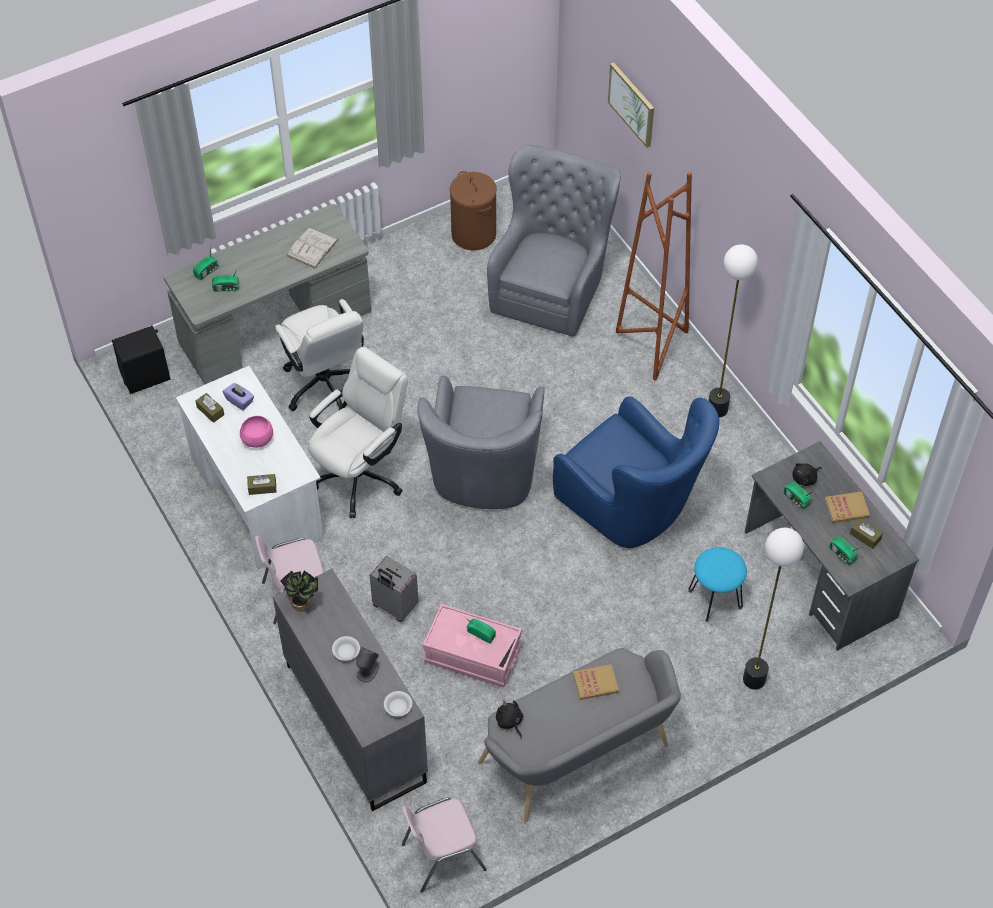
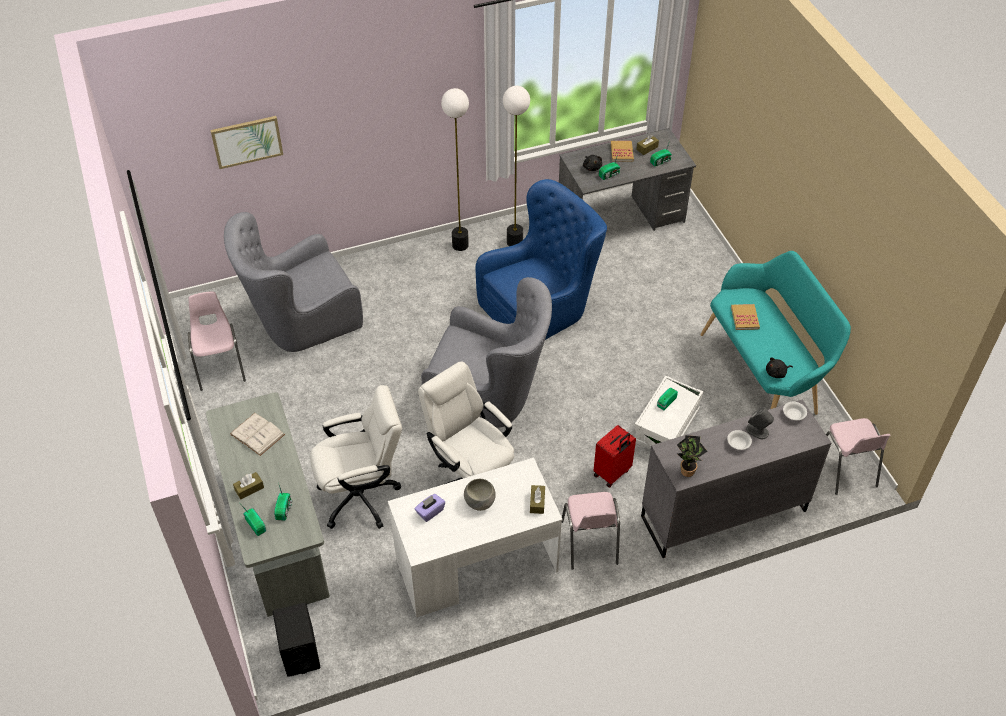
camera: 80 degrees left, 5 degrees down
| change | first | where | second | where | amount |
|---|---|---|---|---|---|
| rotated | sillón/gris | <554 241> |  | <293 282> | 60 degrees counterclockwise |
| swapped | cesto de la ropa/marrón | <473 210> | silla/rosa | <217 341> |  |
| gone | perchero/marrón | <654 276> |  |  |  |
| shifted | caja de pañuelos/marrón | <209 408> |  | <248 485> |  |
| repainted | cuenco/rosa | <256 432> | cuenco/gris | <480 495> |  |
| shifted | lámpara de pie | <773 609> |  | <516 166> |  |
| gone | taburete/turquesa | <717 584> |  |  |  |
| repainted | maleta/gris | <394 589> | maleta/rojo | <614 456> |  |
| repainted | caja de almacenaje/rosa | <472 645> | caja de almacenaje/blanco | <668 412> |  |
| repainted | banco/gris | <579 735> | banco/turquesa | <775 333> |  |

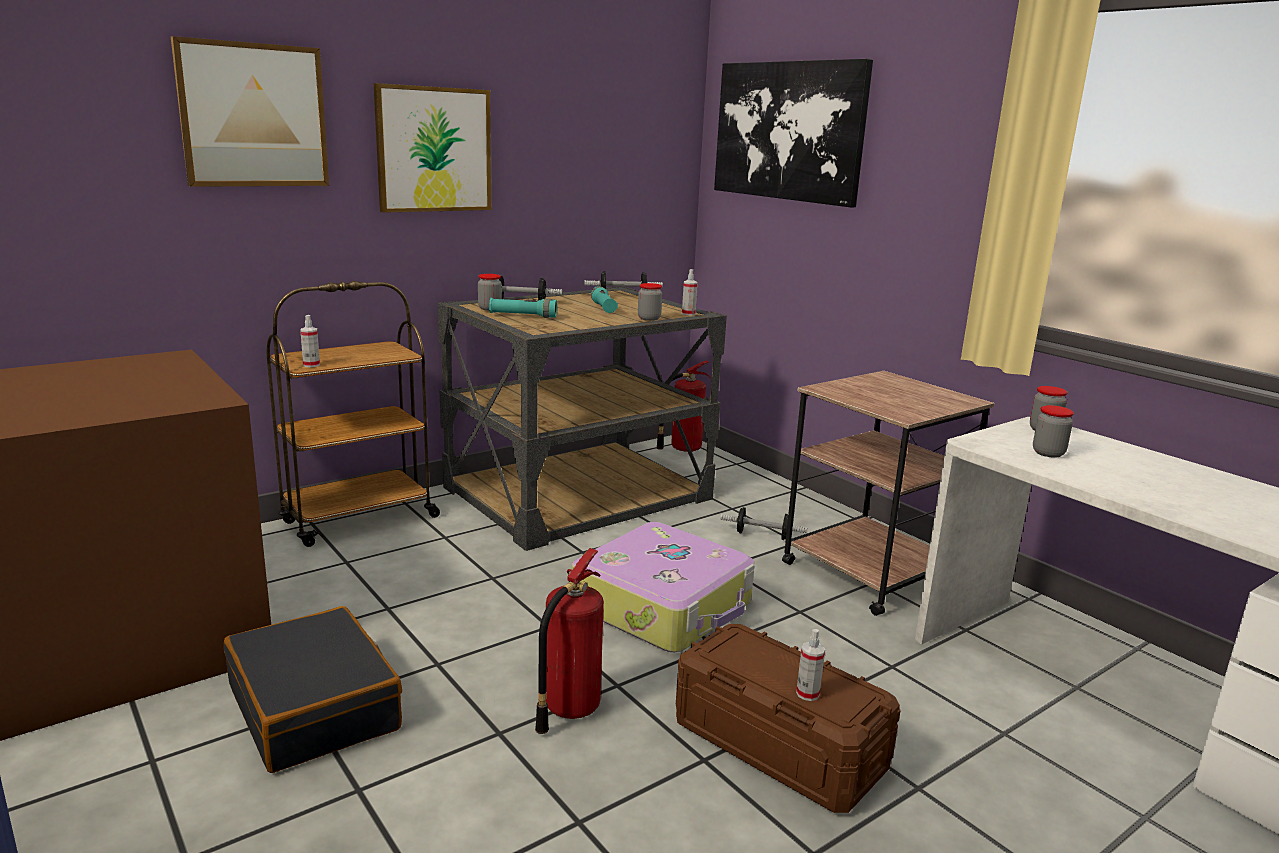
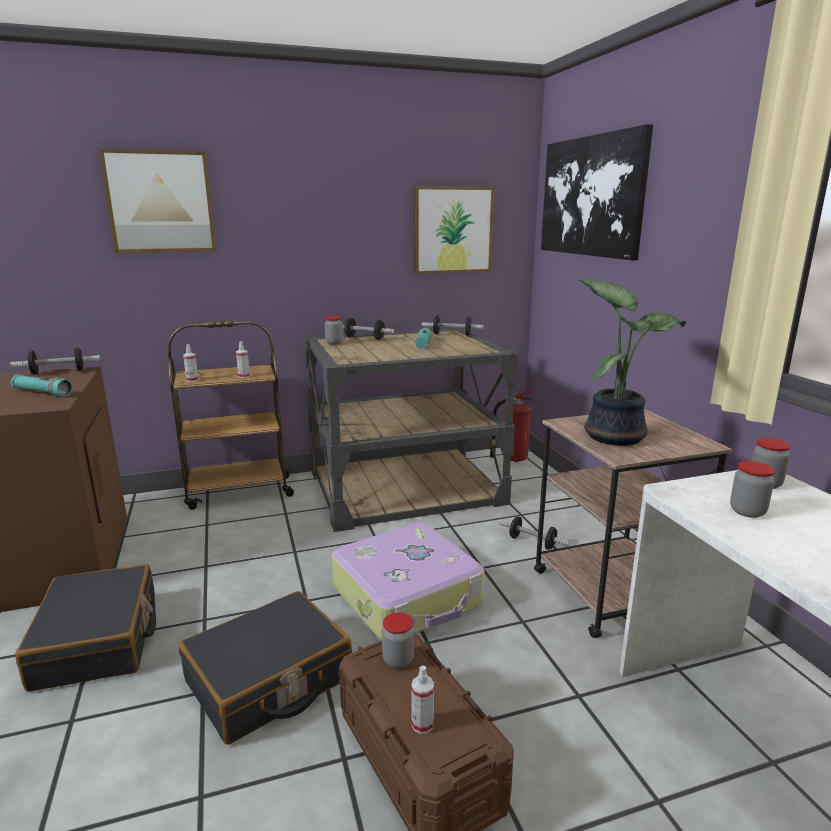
camera: 20 degrees right, 0 degrees up
| change | first | where | second | where | amount |
|---|---|---|---|---|---|
| shifted | cuadro | <432 148> |  | <454 230> |  |
| shifted | pulverizador | <690 292> |  | <243 359> |  |
| shifted | tarro | <650 302> |  | <398 640> |  |
| shifted | linterna/turquesa | <523 308> |  | <41 385> |  |
| swapped | extintor | <569 641> | maleta/negro | <265 667> |  |
| new |  |  | planta en maceta | <632 362> |  |
| new |  |  | mancuerna | <55 361> |  |

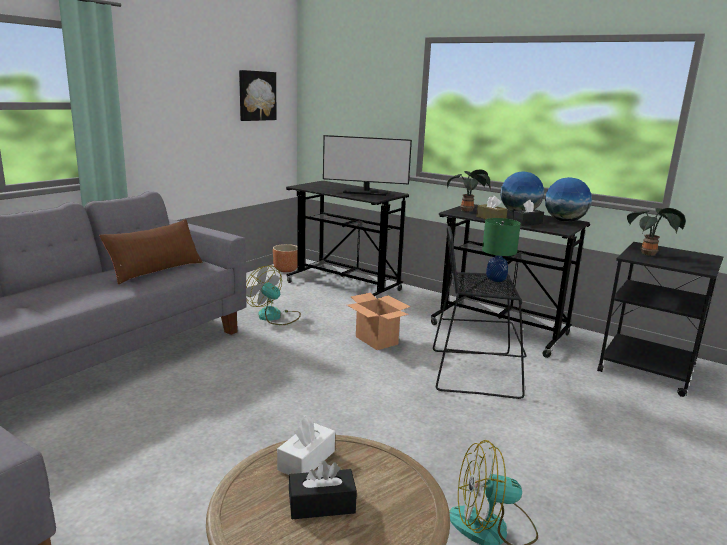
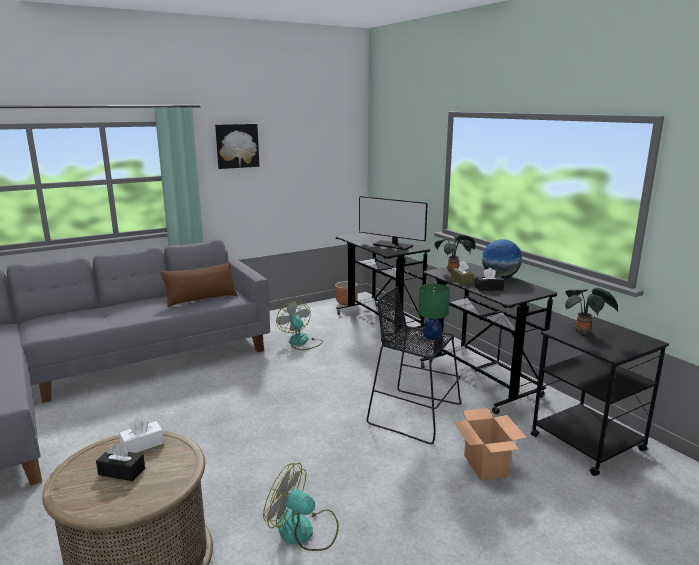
camera: 25 degrees right, 0 degrees up
| change | first | where | second | where | amount |
|---|---|---|---|---|---|
| shifted | cuadro | <257 95> |  | <237 146> |  |
| gone | globo terráqueo | <568 199> |  |  |  |
| shifted | caja de cartón | <379 321> |  | <490 444> |  |

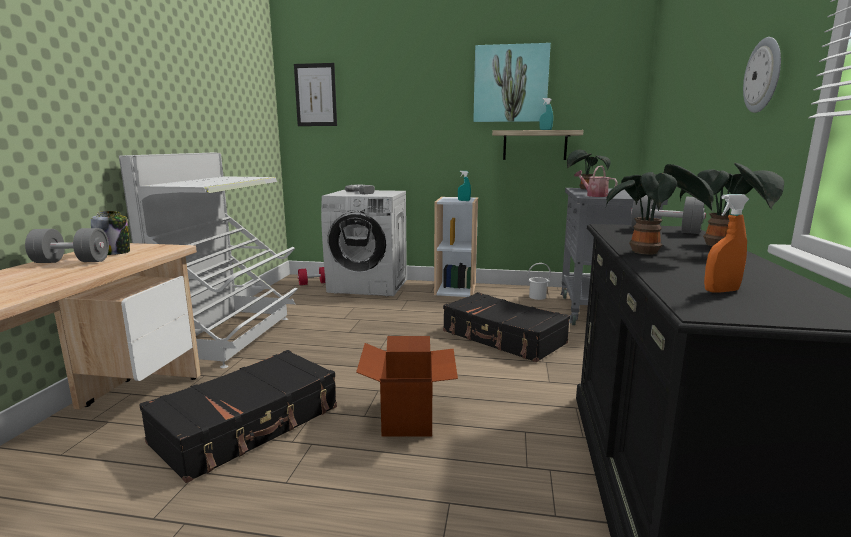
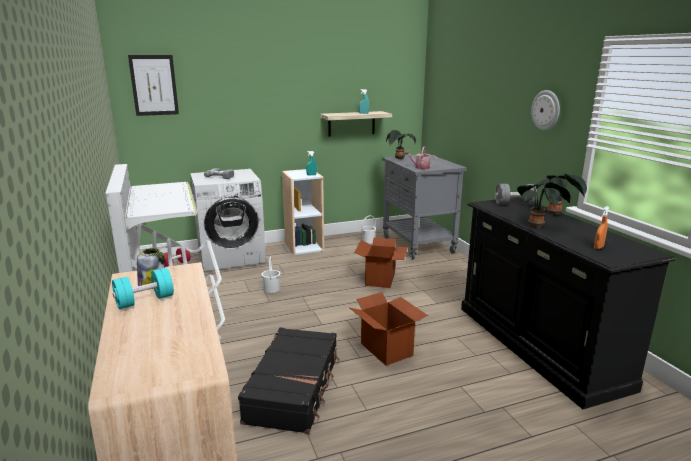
camera: 30 degrees left, 5 degrees up
| change | first | where | second | where | amount |
|---|---|---|---|---|---|
| gone | cuadro | <512 82> |  |  |  |
| repainted | mancuerna/gris | <67 245> | mancuerna/turquesa | <143 288> |  |
| swapped | maleta/negro | <506 327> | caja de cartón | <381 263> |  |
| new |  |  | cubo/blanco | <270 275> |  |

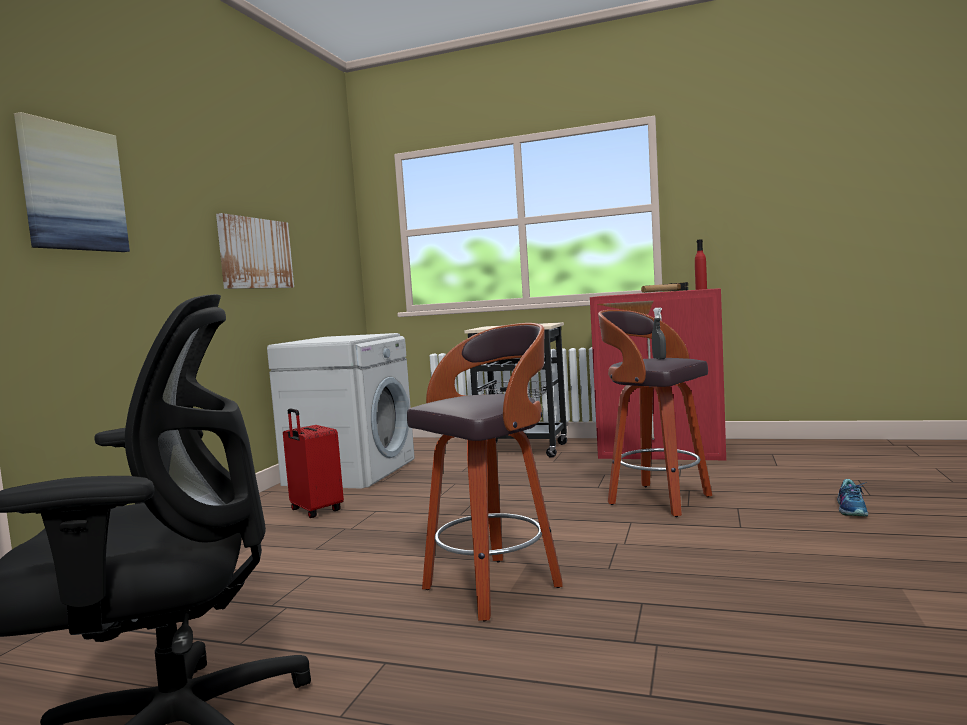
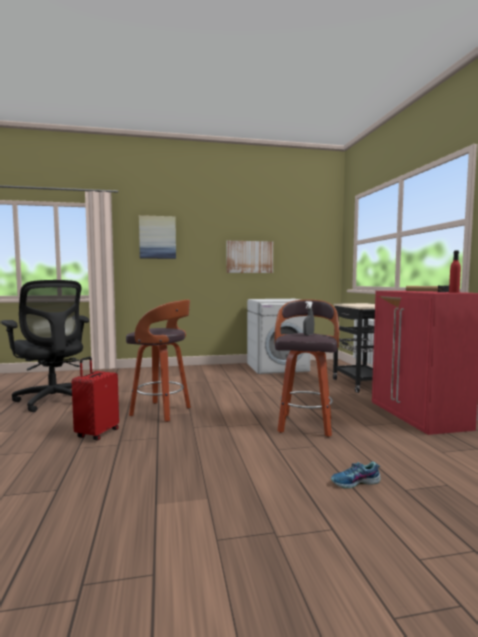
camera: 60 degrees right, 0 degrees up
| change | first | where | second | where | amount |
|---|---|---|---|---|---|
| shifted | maleta/rojo | <313 463> |  | <95 398> |  |

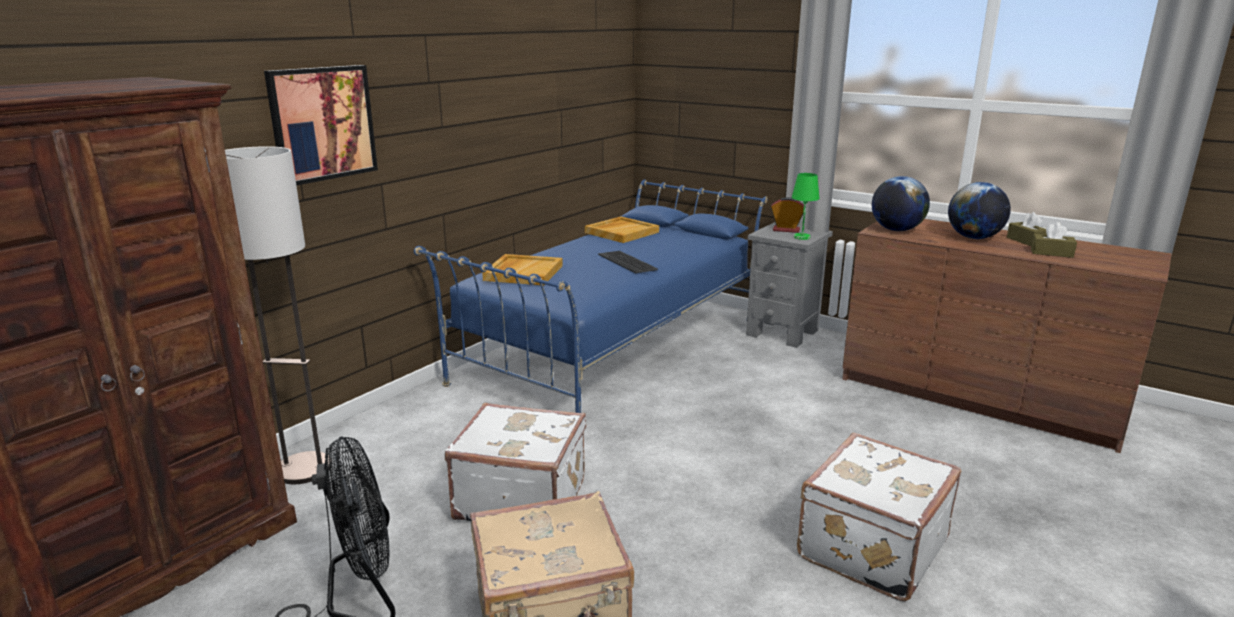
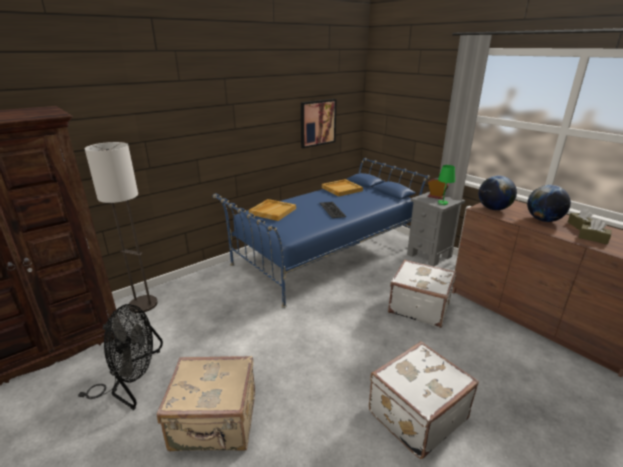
camera: 15 degrees right, 5 degrees up
| change | first | where | second | where | amount |
|---|---|---|---|---|---|
| shifted | cuadro | <321 125> |  | <319 123> |  |
| shifted | maleta/blanco | <515 462> |  | <422 294> |  |

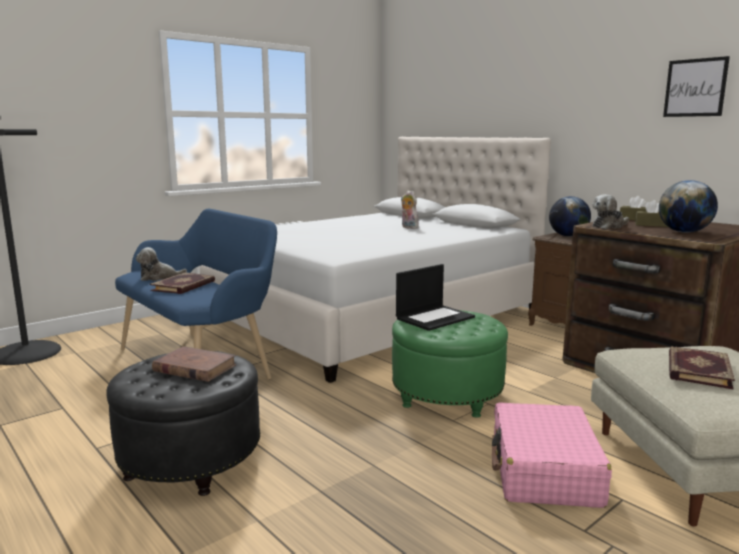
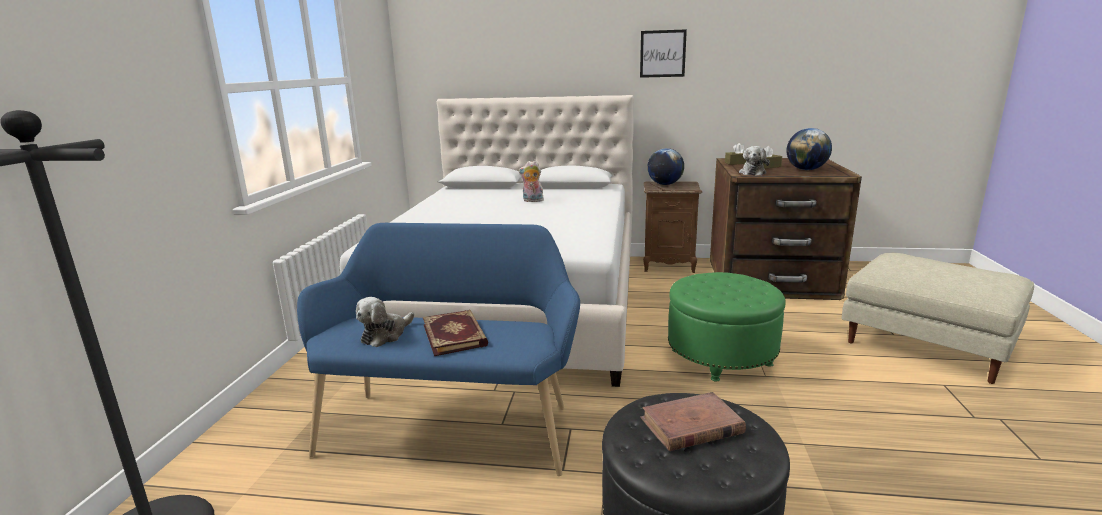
camera: 40 degrees left, 5 degrees up
| change | first | where | second | where | amount |
|---|---|---|---|---|---|
| shifted | cuadro | <696 86> |  | <663 53> |  |
| gone | portátil | <435 297> |  |  |  |
| gone | libro | <702 367> |  |  |  |
| gone | maleta/rosa | <552 455> |  |  |  |

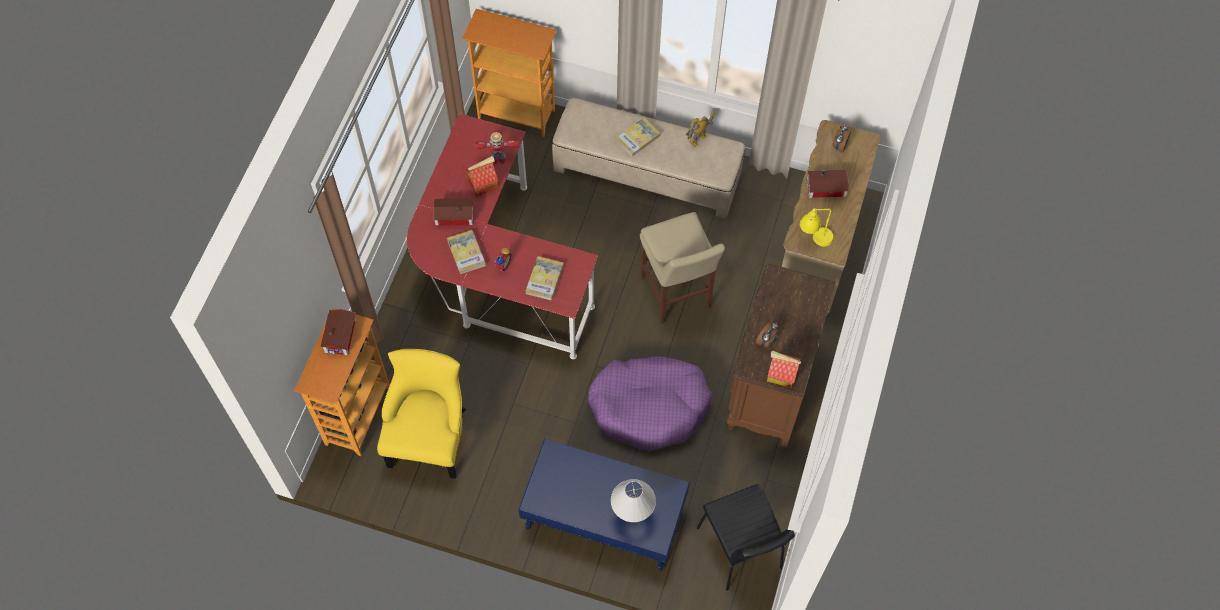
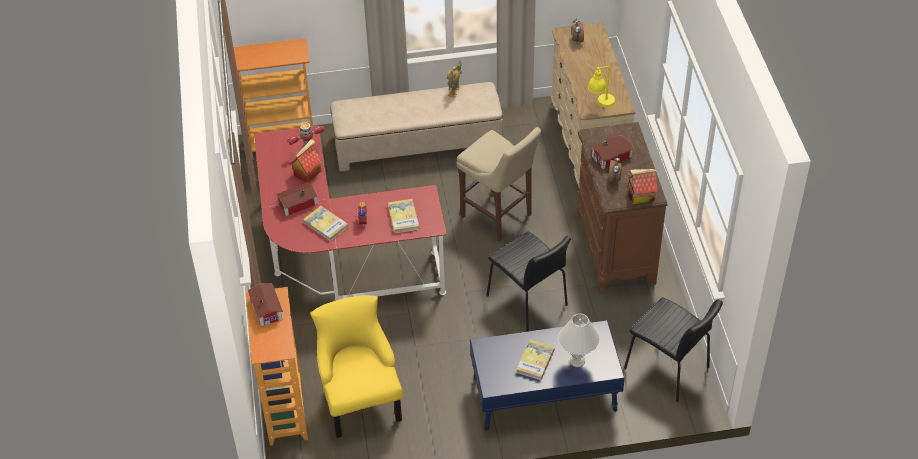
camera: 25 degrees left, 15 degrees down
| change | first | where | second | where | amount |
|---|---|---|---|---|---|
| shifted | libro | <638 137> |  | <535 360> |  |
| shifted | casita | <828 184> |  | <612 152> |  |
| swapped | cama para perro/morado | <650 403> | silla/negro | <528 281> |  |

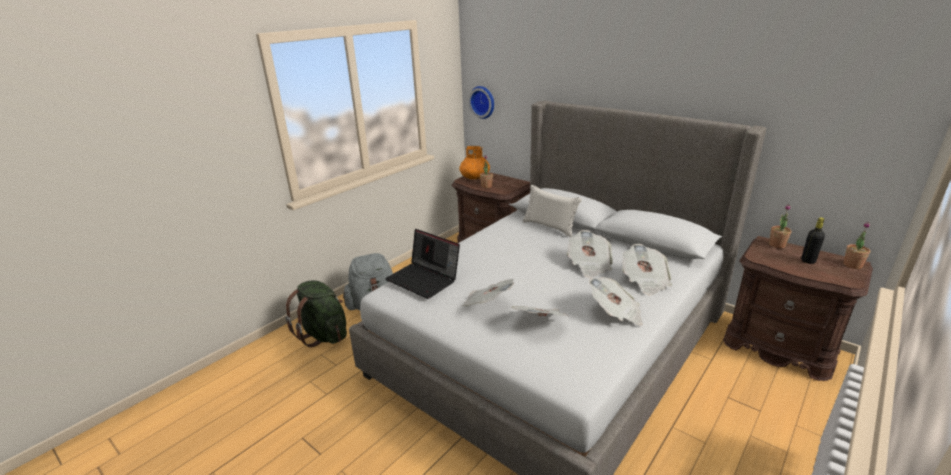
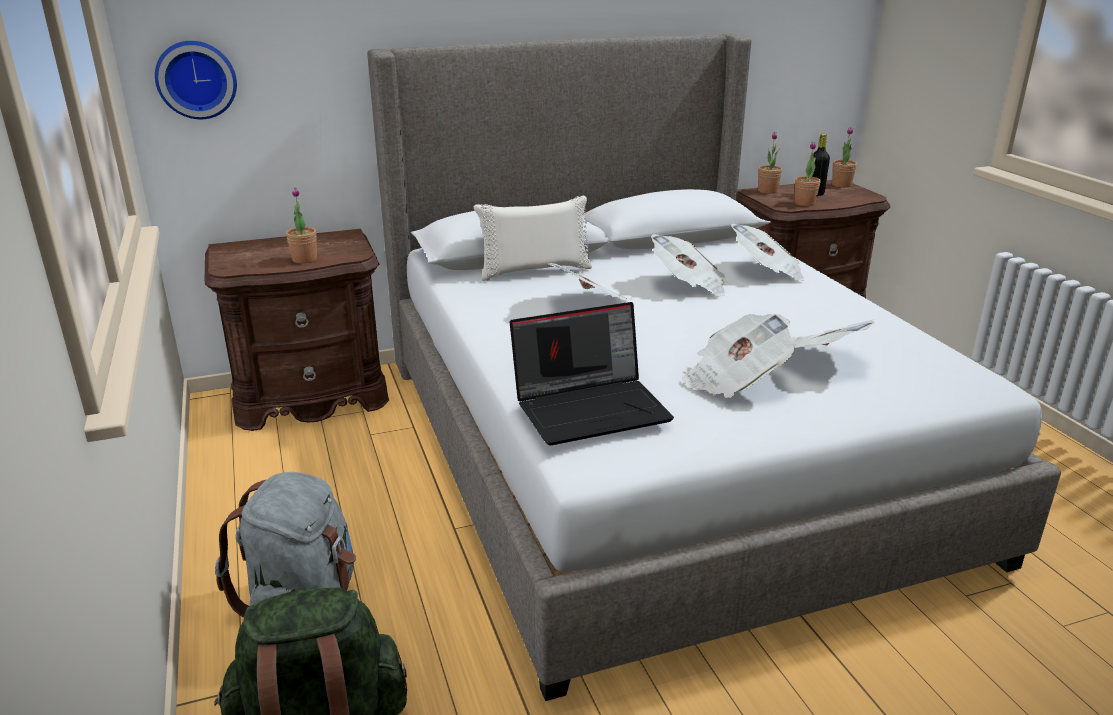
camera: 60 degrees left, 0 degrees up
| change | first | where | second | where | amount |
|---|---|---|---|---|---|
| gone | florero/naranja | <474 162> |  |  |  |
| shifted | periódico | <616 301> |  | <590 281> |  |
| new |  |  | planta en maceta | <807 174> |  |

